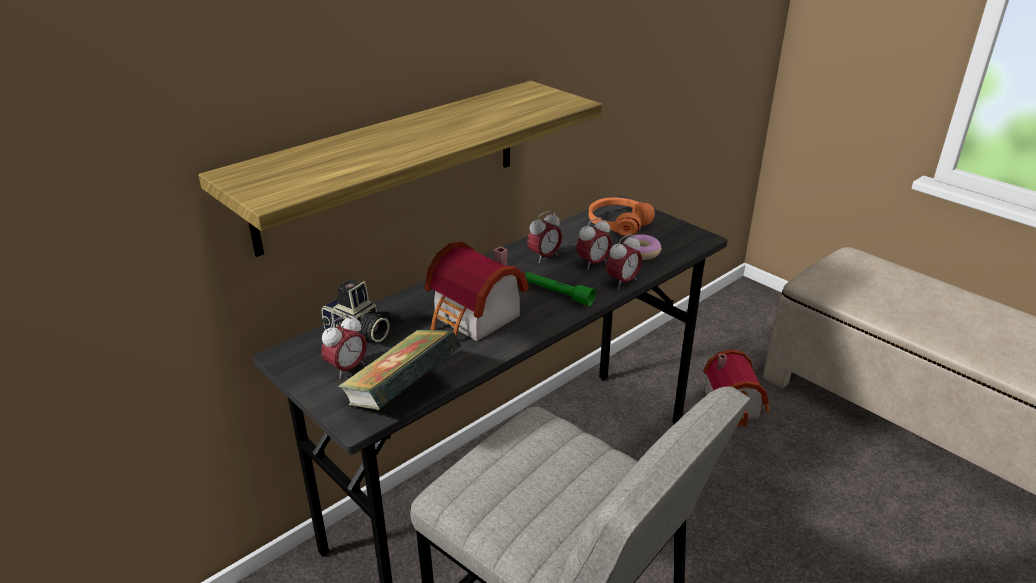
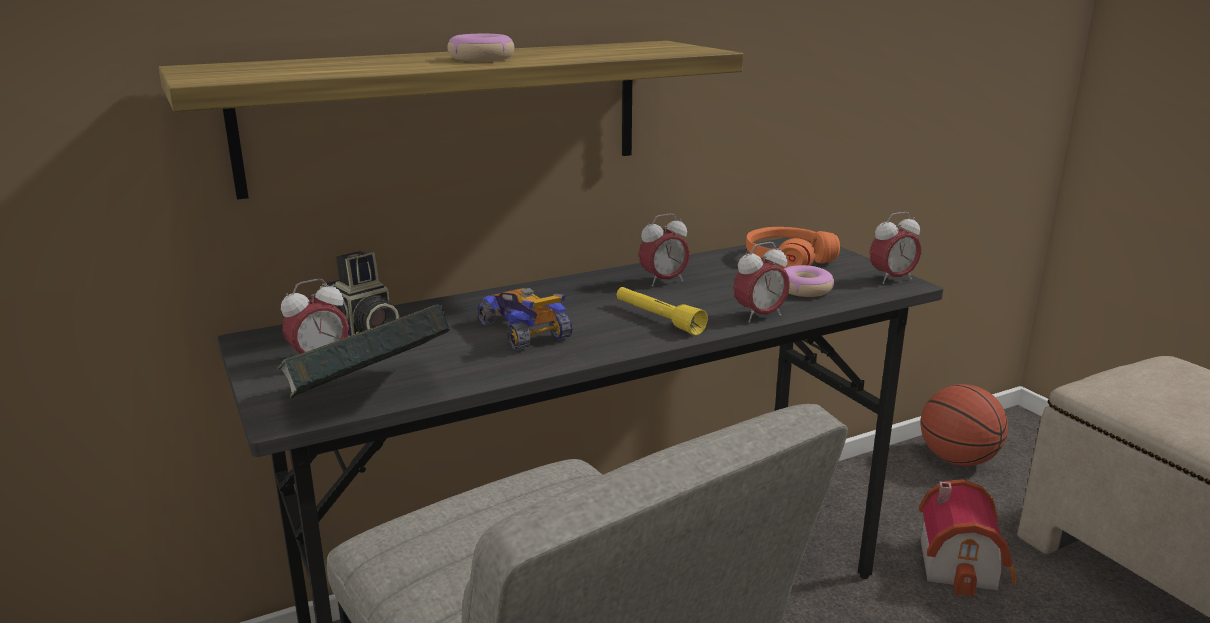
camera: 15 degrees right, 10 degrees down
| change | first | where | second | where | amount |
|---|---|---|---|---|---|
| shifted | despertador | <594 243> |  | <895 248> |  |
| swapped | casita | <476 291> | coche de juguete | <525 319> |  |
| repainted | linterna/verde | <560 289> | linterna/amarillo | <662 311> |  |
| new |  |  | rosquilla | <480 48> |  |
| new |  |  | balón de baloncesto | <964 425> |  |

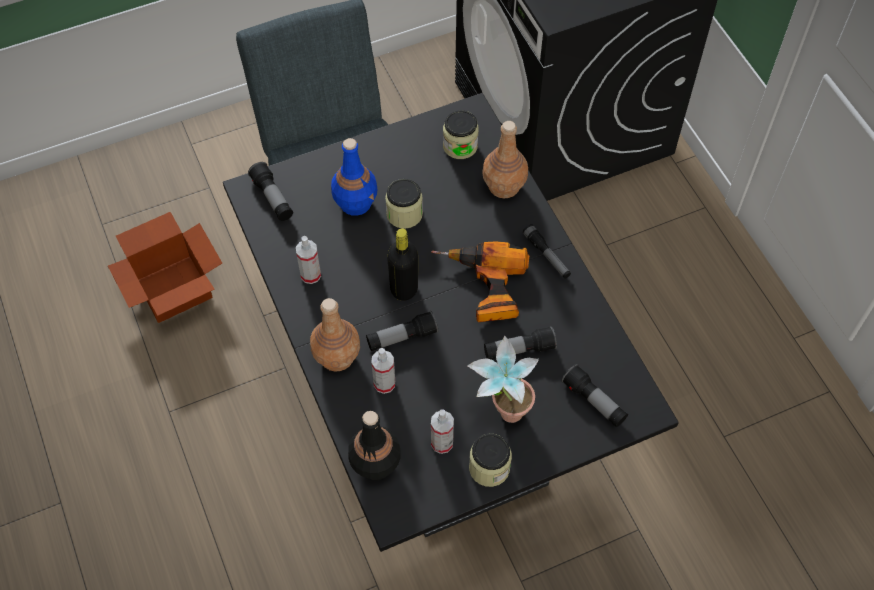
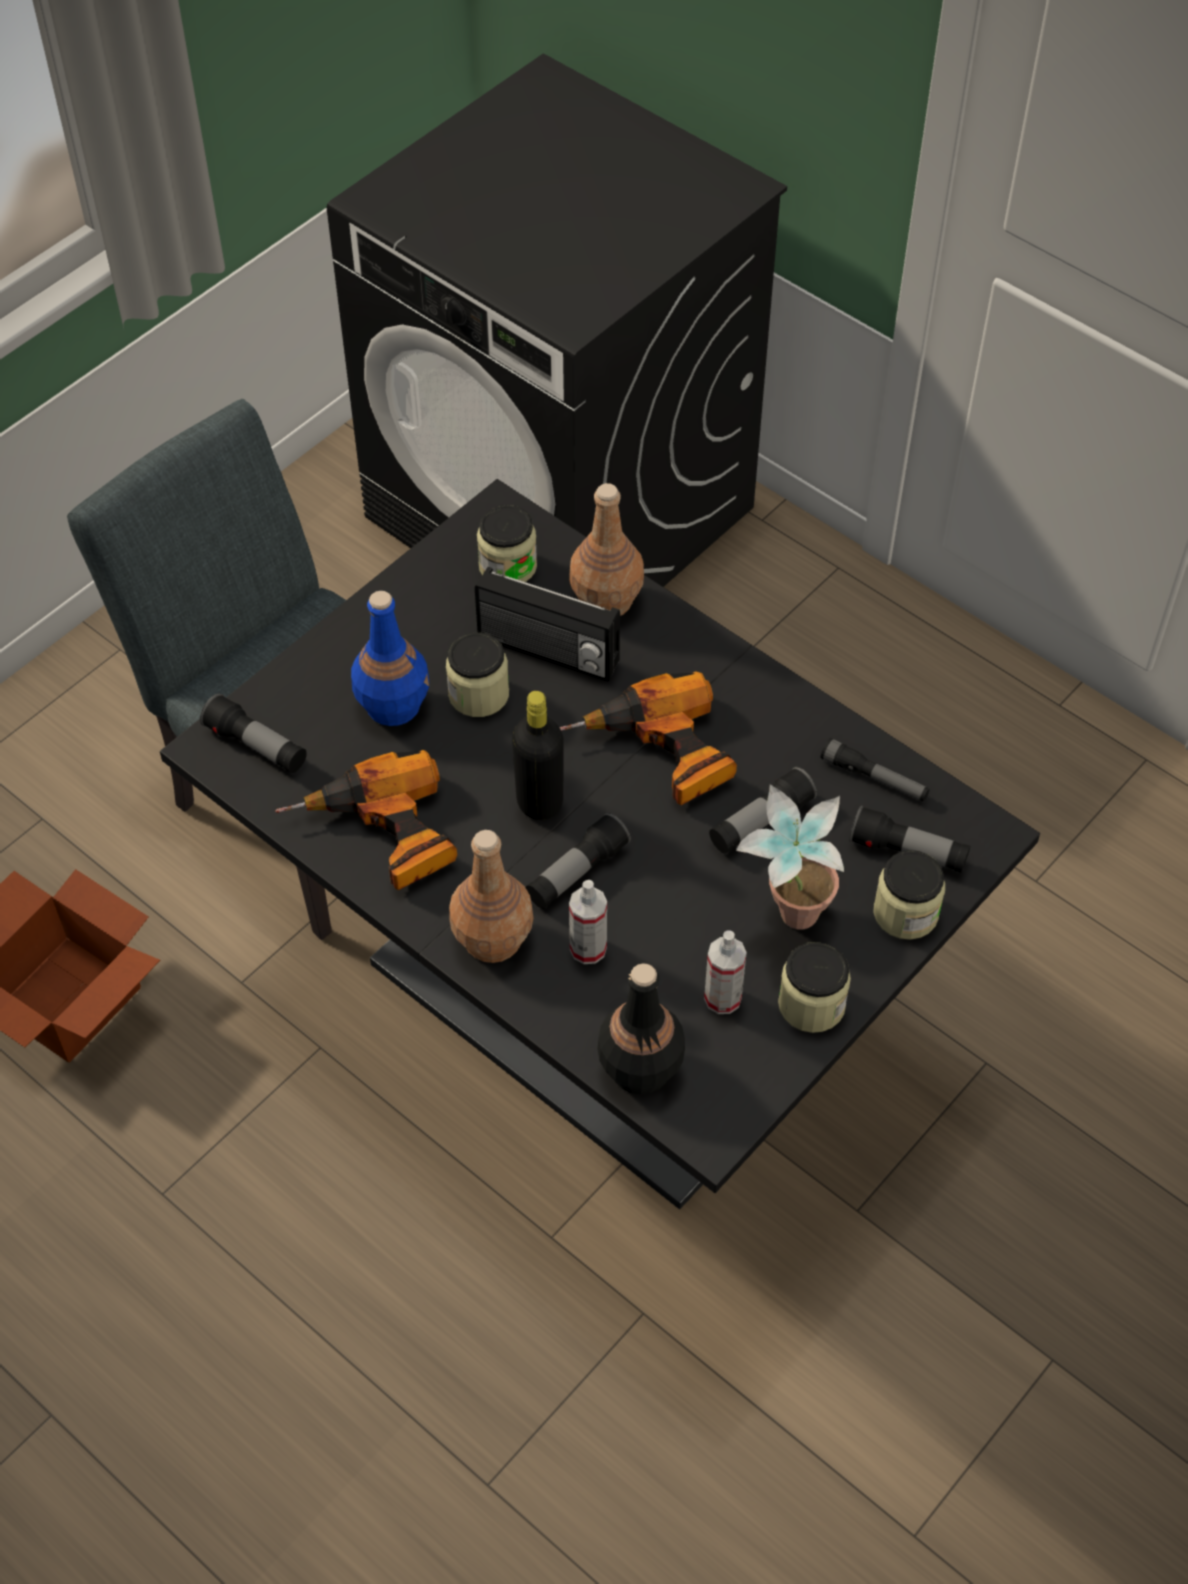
camera: 25 degrees left, 5 degrees down
| change | first | where | second | where | amount |
|---|---|---|---|---|---|
| shifted | linterna | <546 251> |  | <875 770> |  |
| swapped | pulverizador | <308 260> | taladro | <366 820> |  |
| new |  |  | radio | <547 624> |  |
| new |  |  | tarro | <909 895> |  |

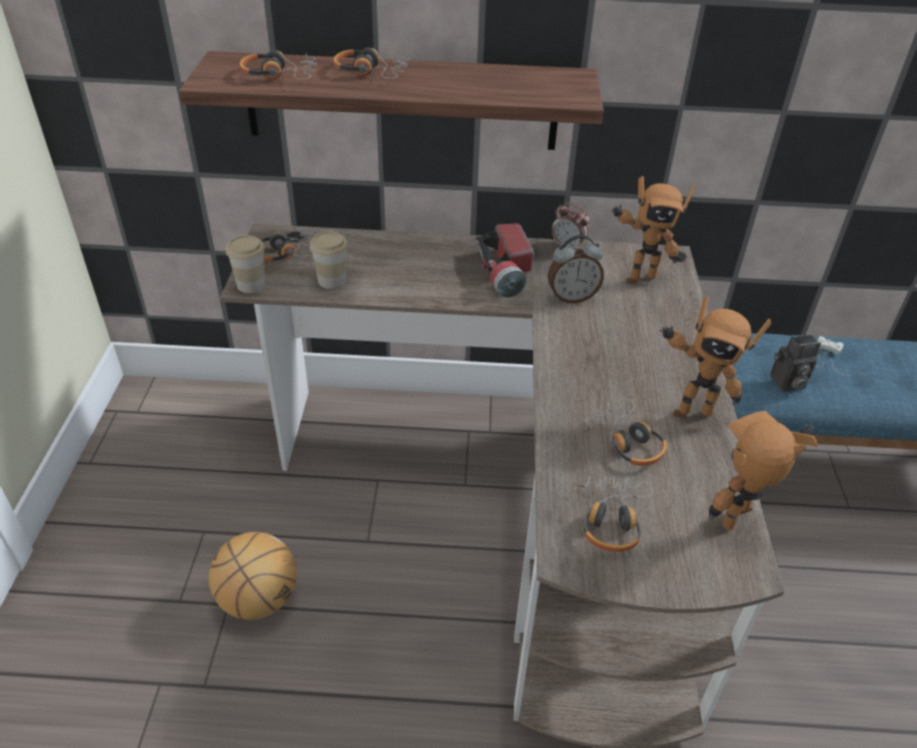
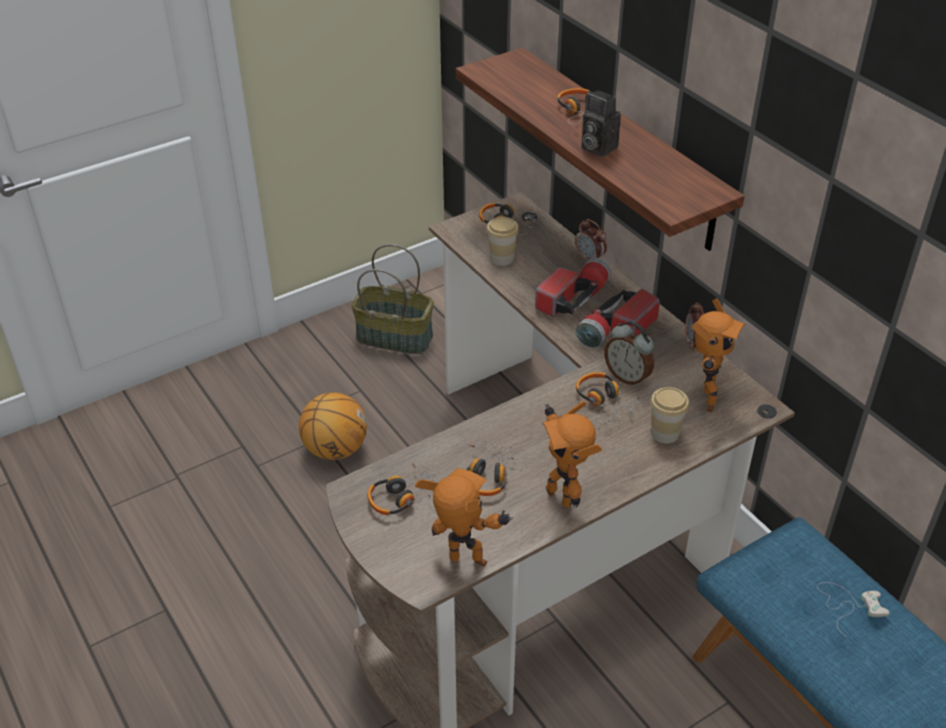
camera: 55 degrees right, 0 degrees up
| change | first | where | second | where | amount |
|---|---|---|---|---|---|
| shifted | auriculares | <278 64> |  | <609 398> |  |
| rotated | robot de juguete | <653 230> |  | <718 355> | 120 degrees counterclockwise |
| shifted | taza | <245 264> |  | <669 415> |  |
| shifted | cámara | <795 363> |  | <601 123> |  |
| new |  |  | despertador | <591 239> |  |
| new |  |  | cesta | <392 299> |  |
| new |  |  | linterna | <573 287> |  |

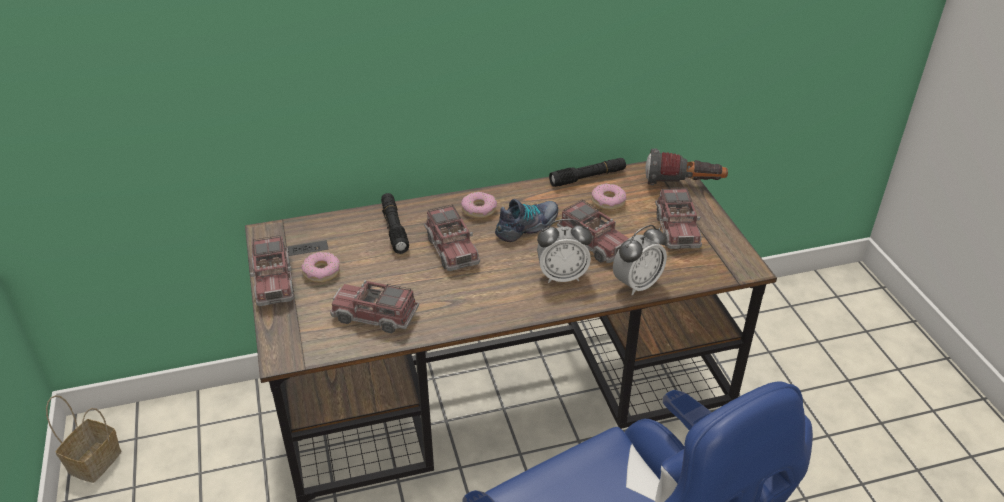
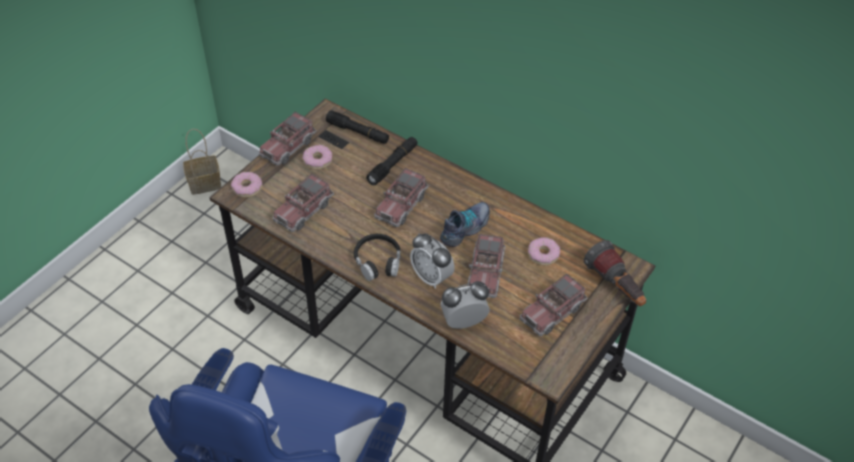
camera: 50 degrees right, 10 degrees up
| change | first | where | second | where | amount |
|---|---|---|---|---|---|
| shifted | linterna/negro | <587 172> |  | <357 127> |  |
| shifted | rosquilla | <479 205> |  | <247 185> |  |
| rotated | zapato | <526 220> |  | <465 224> | 60 degrees counterclockwise |
| rotated | despertador | <640 260> |  | <465 305> | 150 degrees clockwise |
| rotated | camión de juguete | <374 306> |  | <303 202> | 120 degrees counterclockwise |
| new |  |  | auriculares/negro | <377 257> |  |

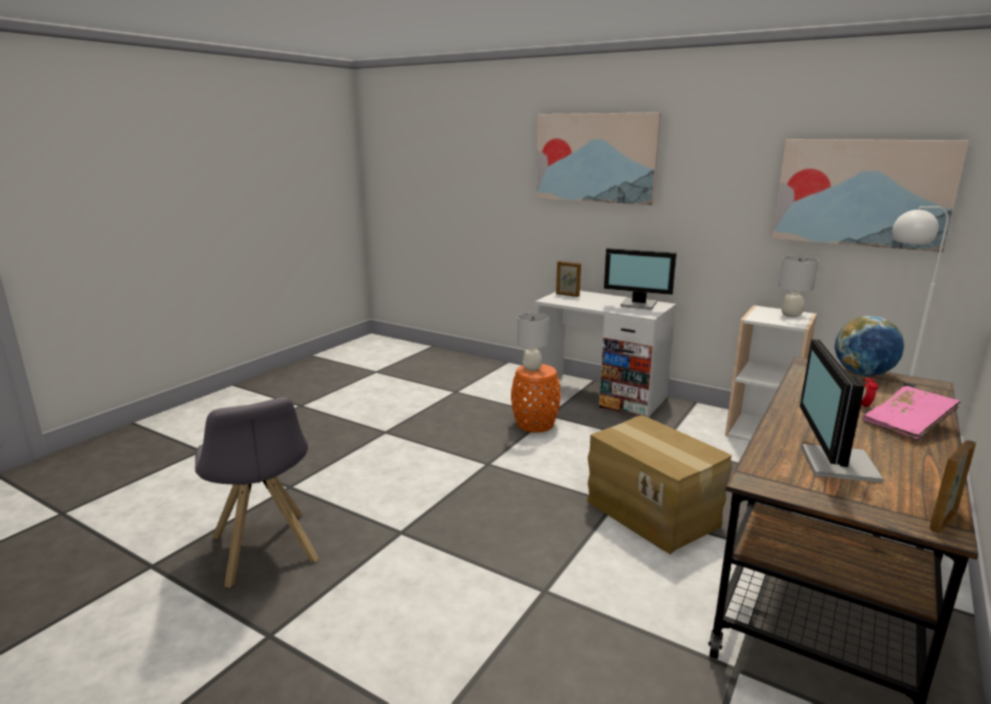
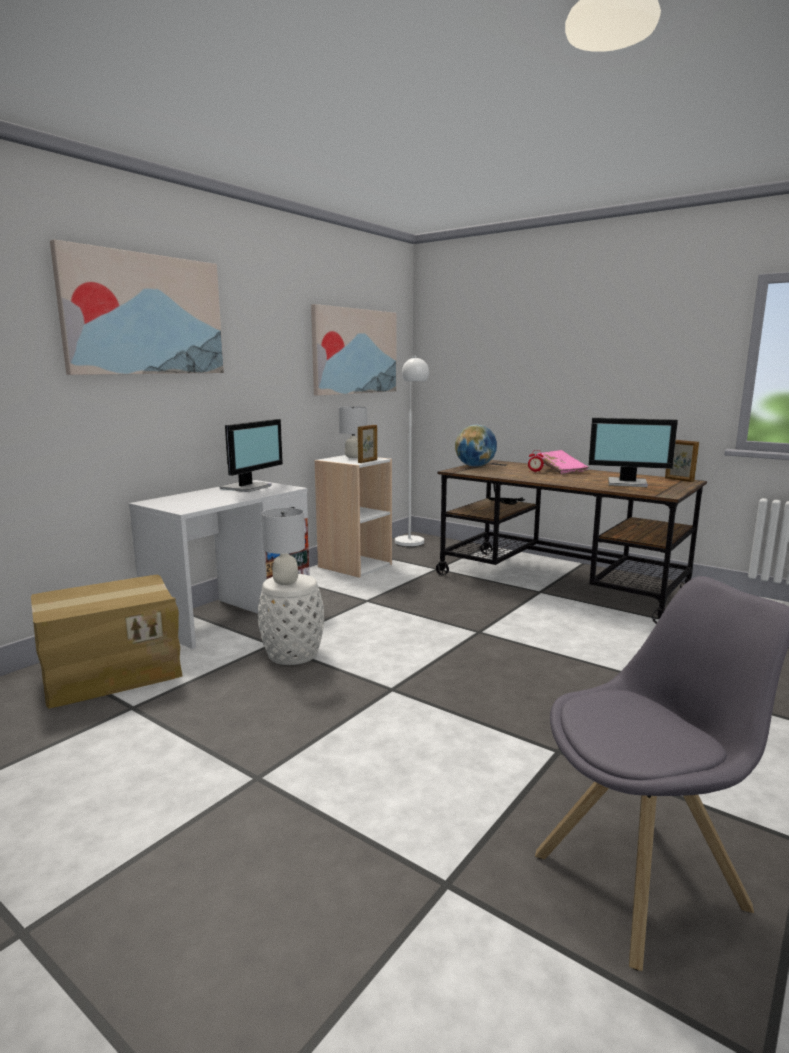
camera: 85 degrees left, 5 degrees down
| change | first | where | second | where | amount |
|---|---|---|---|---|---|
| shifted | portarretratos | <568 279> |  | <367 444> |  |
| repainted | taburete/naranja | <536 398> | taburete/blanco | <291 619> |  |
| shifted | caja de cartón | <659 484> |  | <106 641> |  |

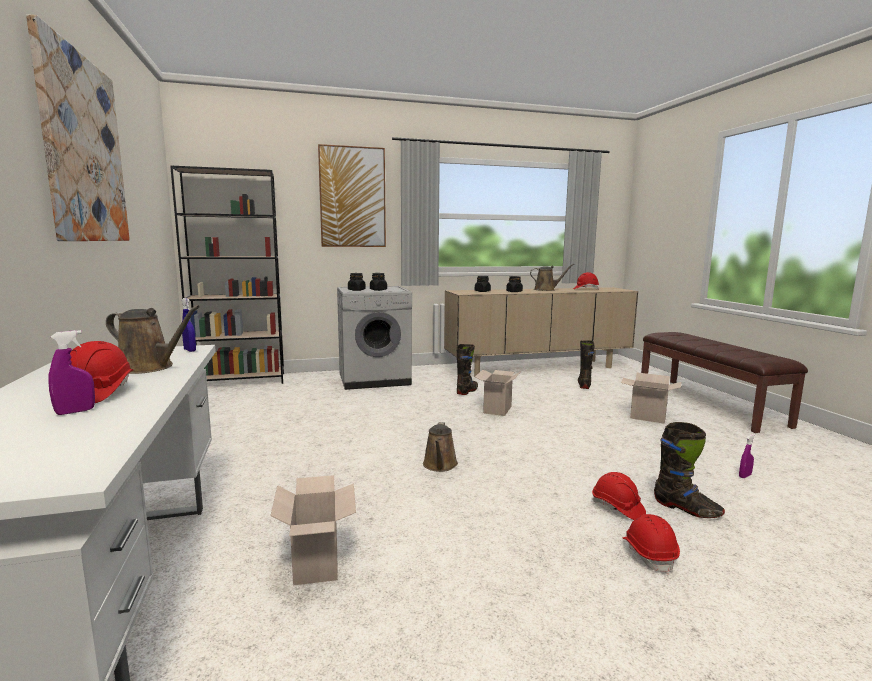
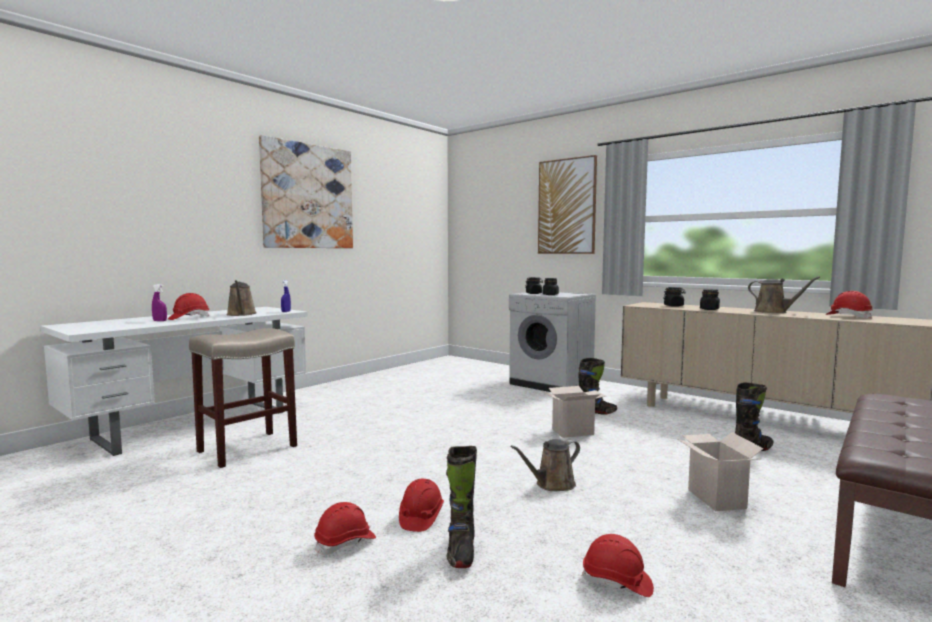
camera: 55 degrees right, 5 degrees down
| change | first | where | second | where | amount |
|---|---|---|---|---|---|
| gone | estantería/beis | <227 275> |  |  |  |
| shifted | regadera/marrón | <440 447> |  | <545 465> |  |
| swapped | pulverizador/morado | <747 456> | casco/rojo | <617 565> |  |
| swapped | caja de cartón | <313 530> | taburete/beis | <243 398> |  |

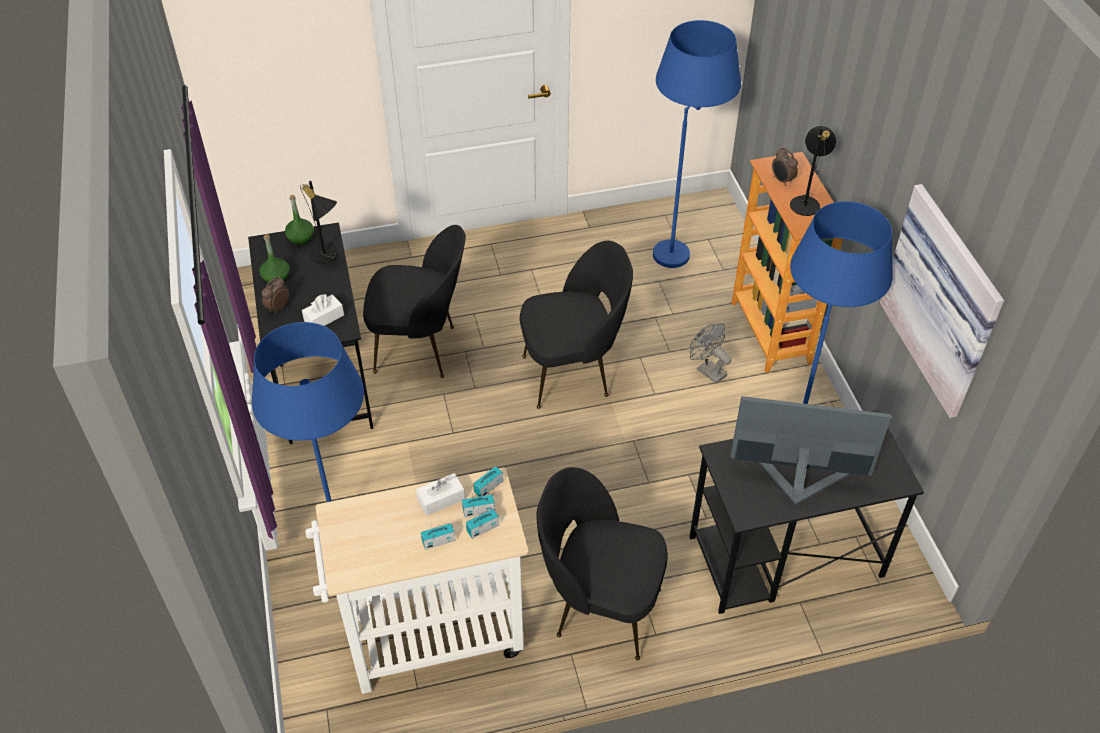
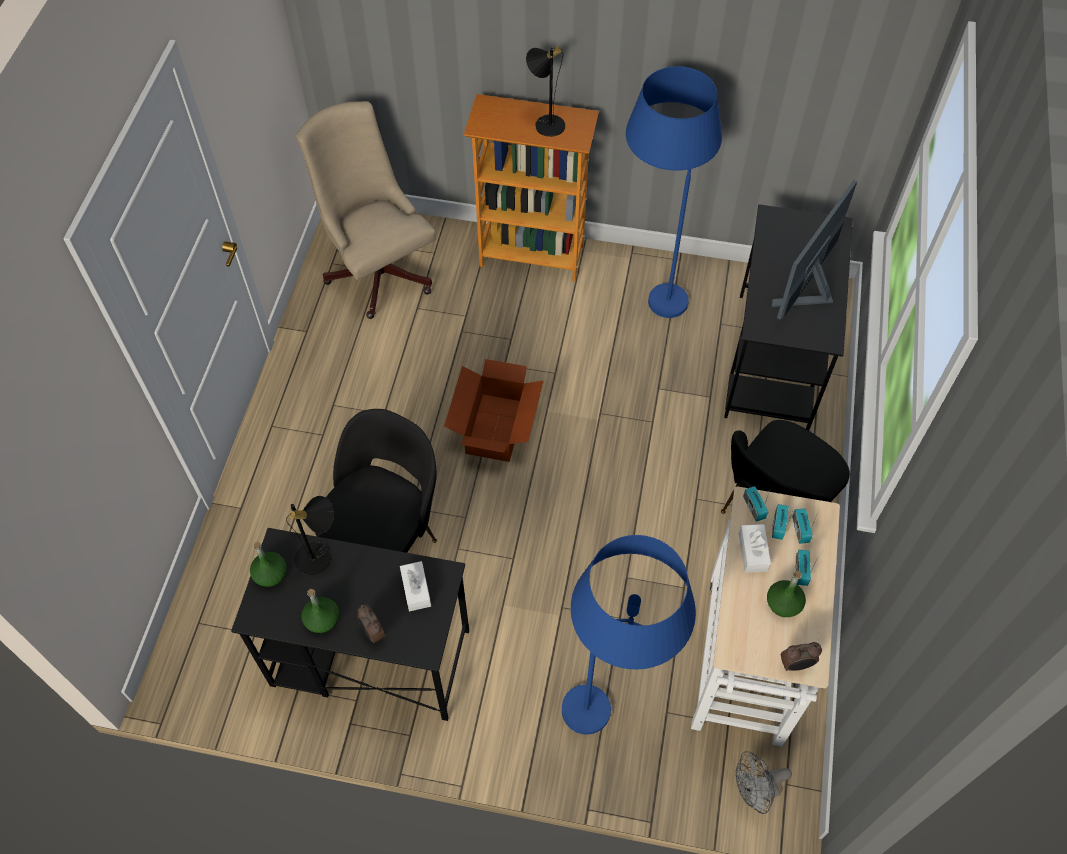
camera: 65 degrees left, 10 degrees up
| change | first | where | second | where | amount |
|---|---|---|---|---|---|
| swapped | lámpara de pie/azul | <697 144> | silla de oficina/beis | <366 210> |  |
| shifted | despertador | <785 167> |  | <801 656> |  |
| gone | cuadro | <942 301> |  |  |  |
| swapped | silla/negro | <576 325> | caja de cartón | <494 410> |  |
| shifted | ventilador/gris | <711 353> |  | <763 782> |  |
| new |  |  | botella/verde | <786 594> |  |

